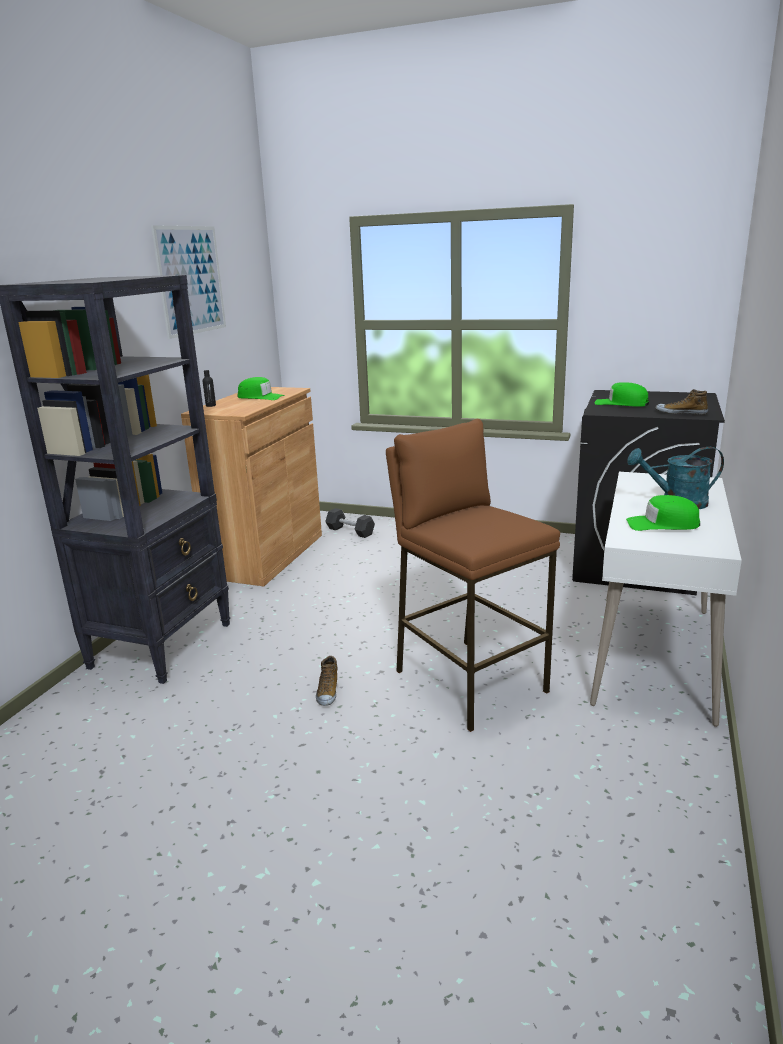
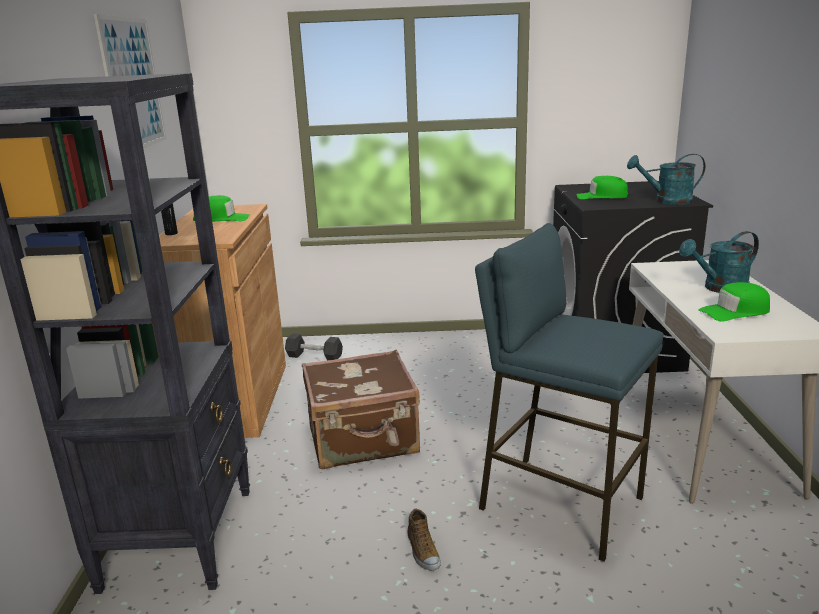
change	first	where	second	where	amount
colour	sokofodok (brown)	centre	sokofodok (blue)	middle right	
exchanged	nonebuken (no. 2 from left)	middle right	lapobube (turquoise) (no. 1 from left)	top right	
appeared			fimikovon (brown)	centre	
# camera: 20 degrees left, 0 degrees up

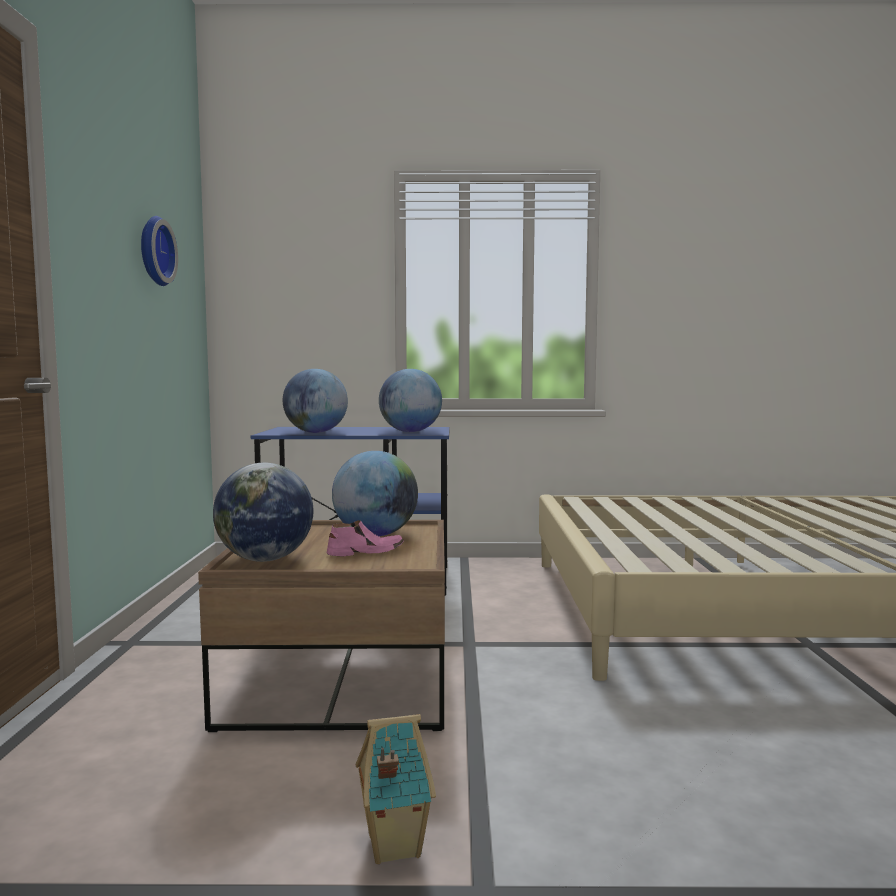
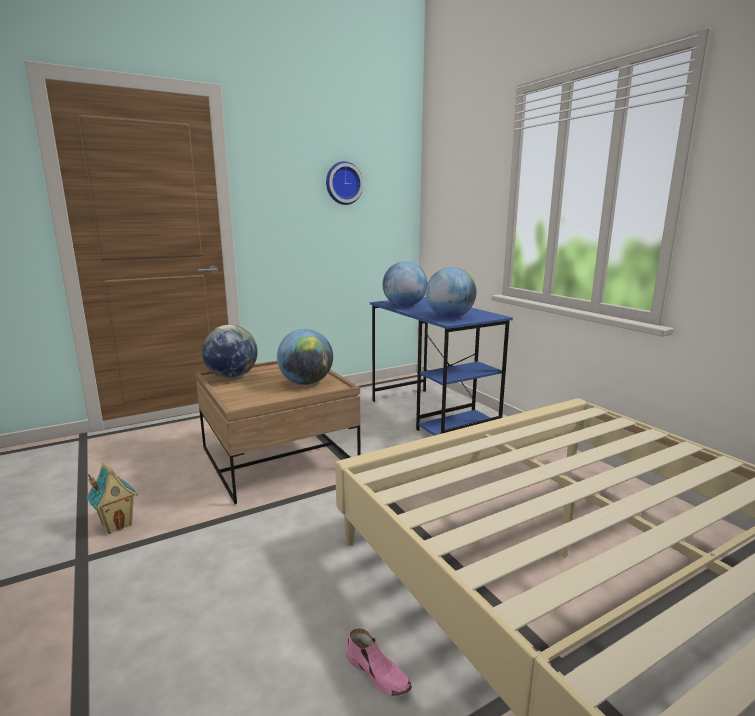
change	first	where	second	where	amount
relocated	nonebuken (pink)	centre		bottom centre	
# camera: 60 degrees right, 10 degrees up

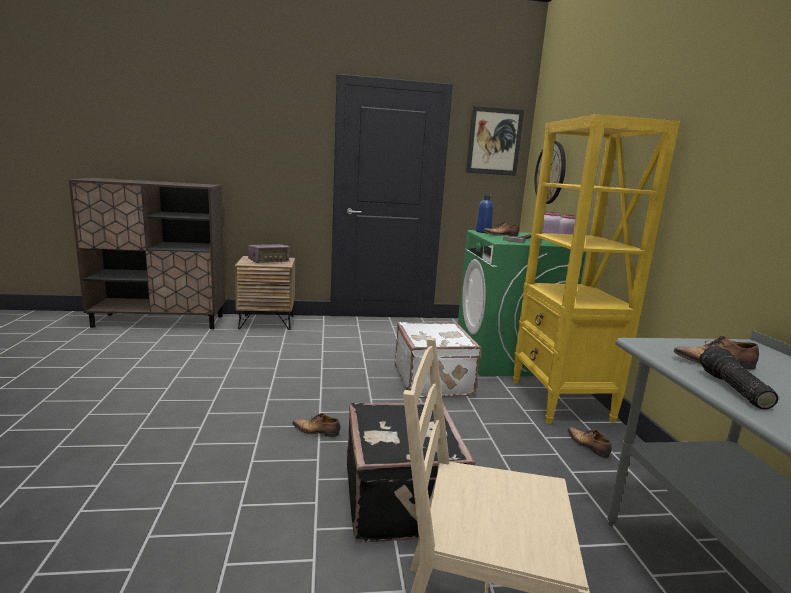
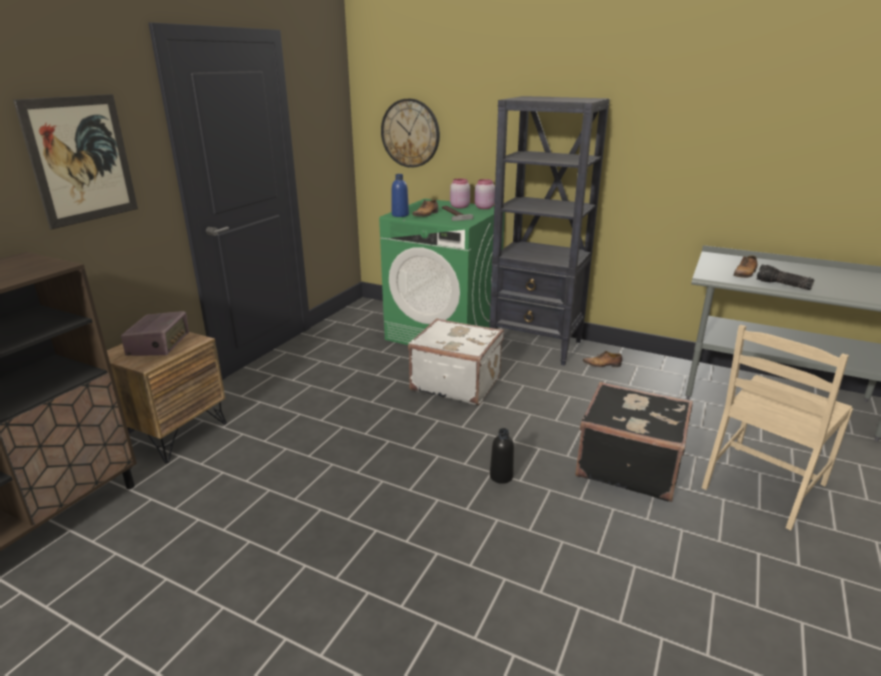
change	first	where	second	where	amount
exchanged	nonebuken (no. 1 from left)	bottom centre	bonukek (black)	bottom centre	
relocated	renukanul	top centre		top left	
colour	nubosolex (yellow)	middle right	nubosolex (black)	centre	
# camera: 55 degrees left, 10 degrees up

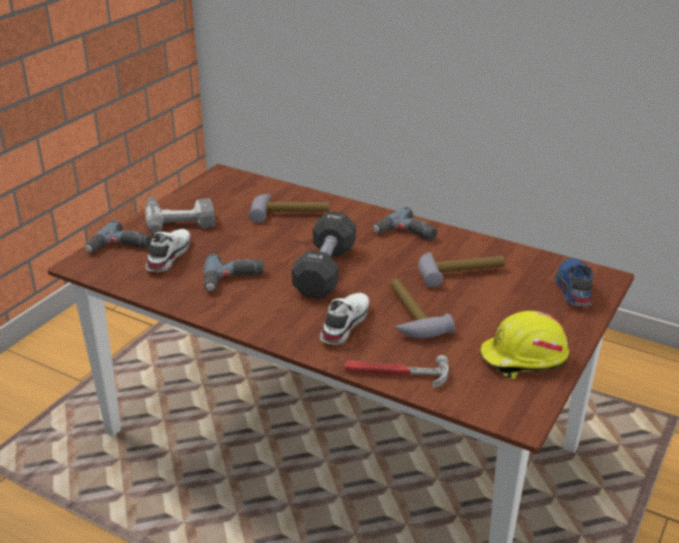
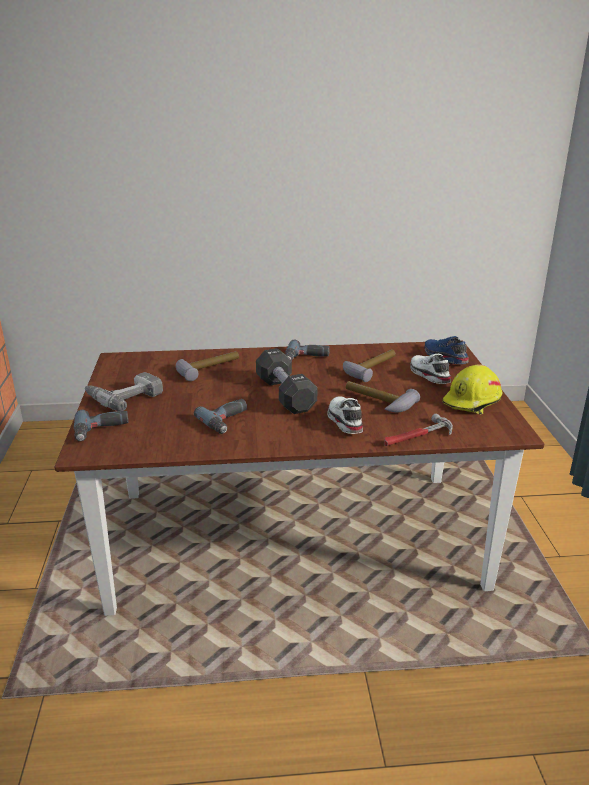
change	first	where	second	where	amount
relocated	nonebuken (white) (no. 1 from left in the first image)	middle left	nonebuken (white) (no. 2 from left)	middle right	
# camera: 35 degrees left, 5 degrees down

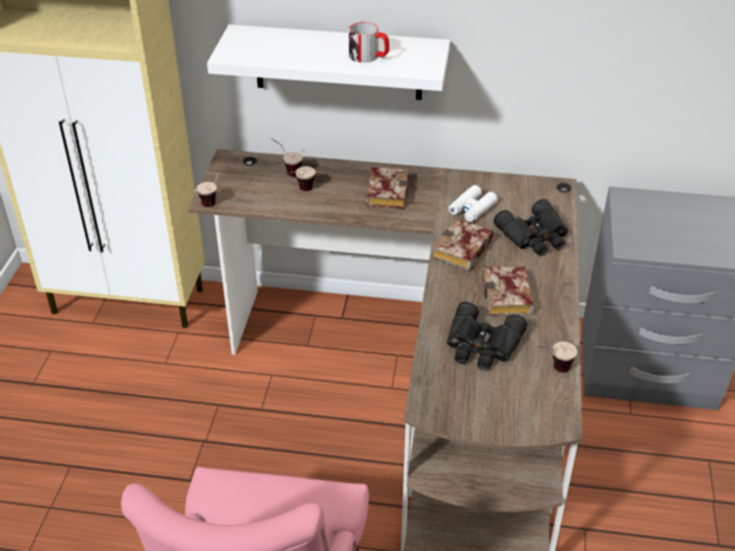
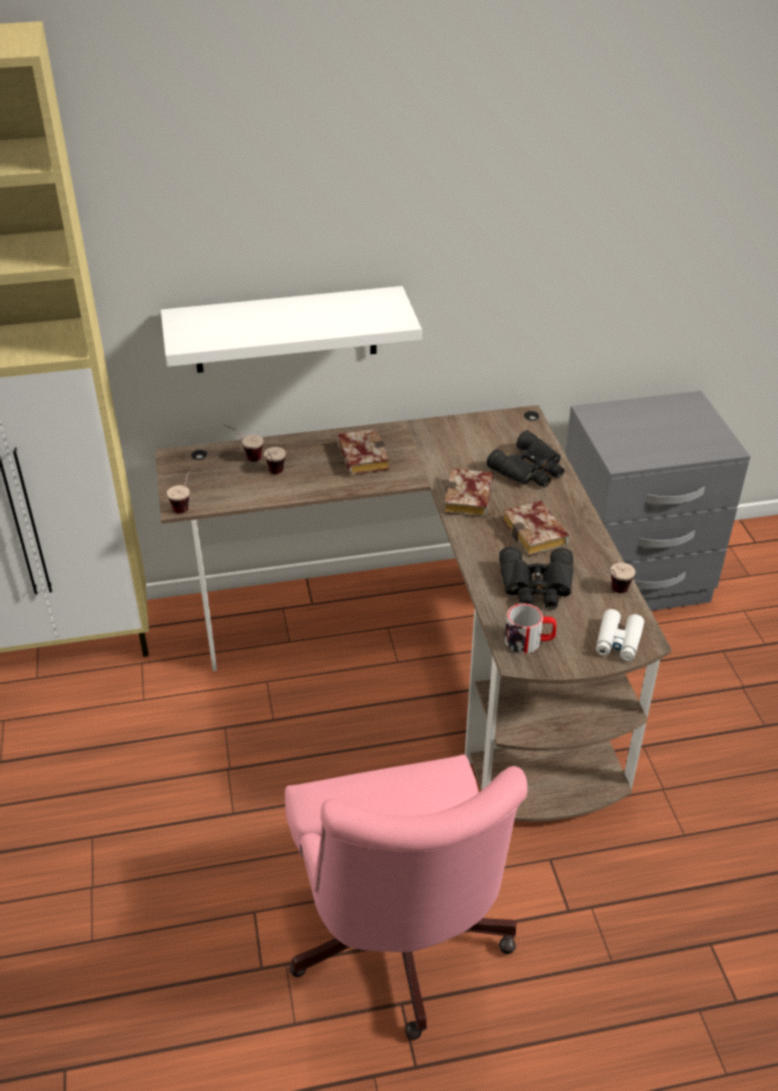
change	first	where	second	where	amount
relocated	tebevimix	top centre		middle right	
relocated	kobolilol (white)	centre		middle right	
# camera: 20 degrees left, 0 degrees up

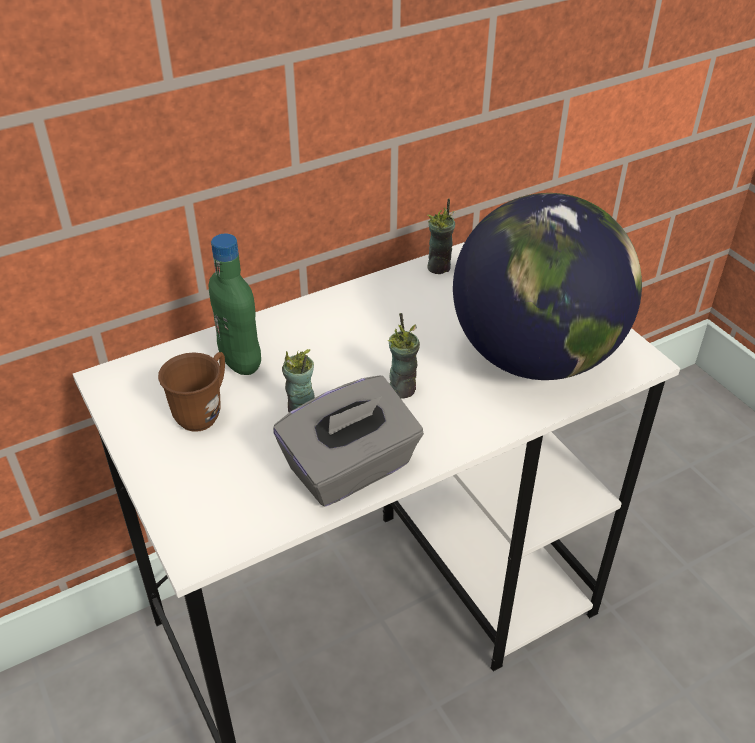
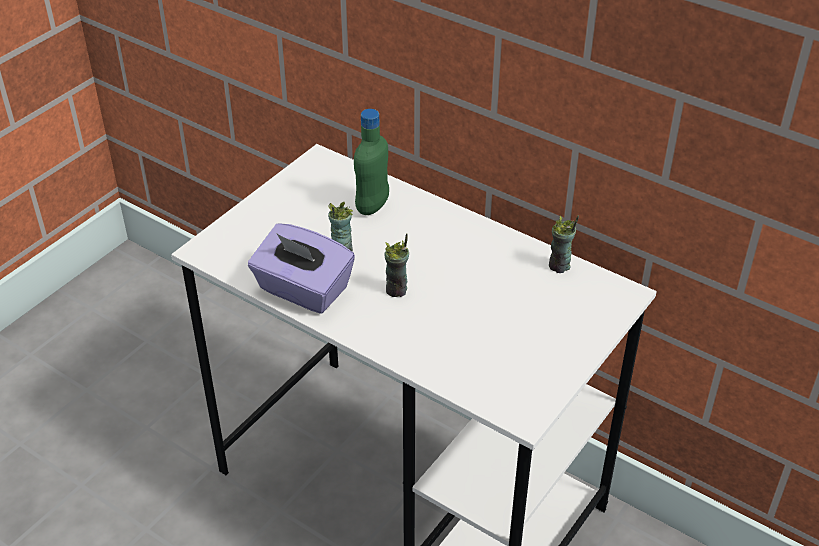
change	first	where	second	where	amount
missing	tebevimix (brown)	middle left			
colour	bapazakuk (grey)	centre	bapazakuk (purple)	centre	
missing	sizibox	middle right			
# camera: 65 degrees right, 0 degrees up

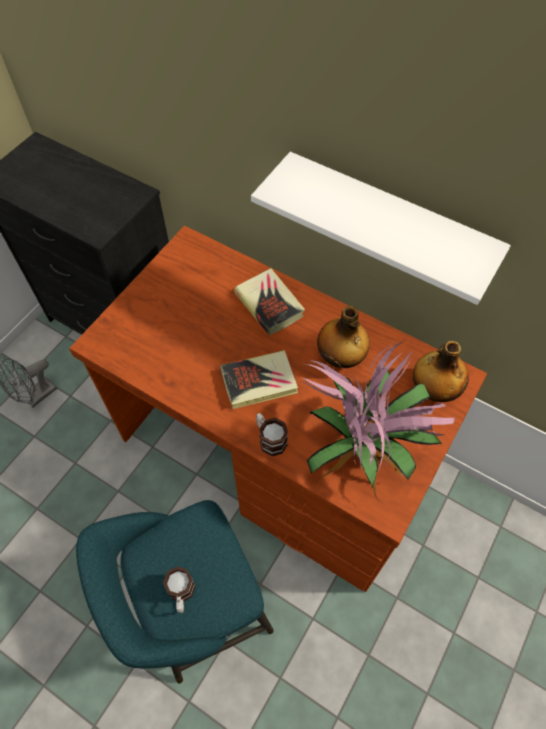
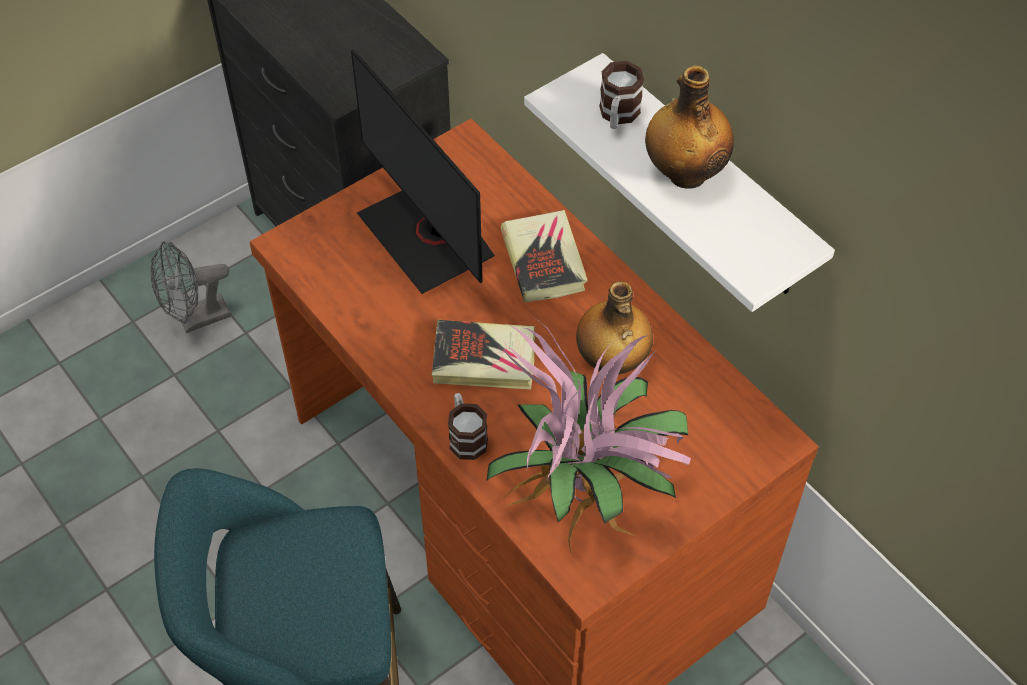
change	first	where	second	where	amount
relocated	tebevimix (no. 1 from left in the first image)	bottom left	tebevimix (no. 2 from left)	top centre	
relocated	bonukek (no. 2 from left)	middle right		top right	
appeared			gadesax	top centre	
# camera: 20 degrees right, 5 degrees down

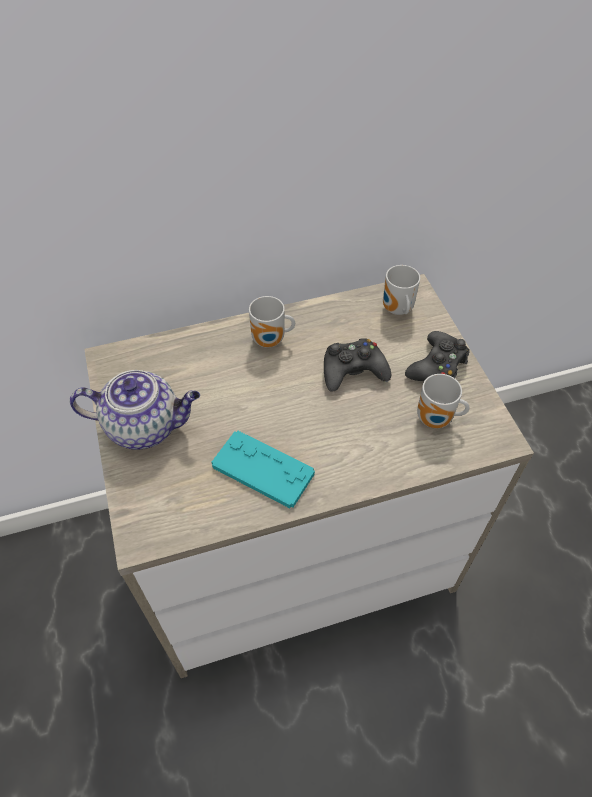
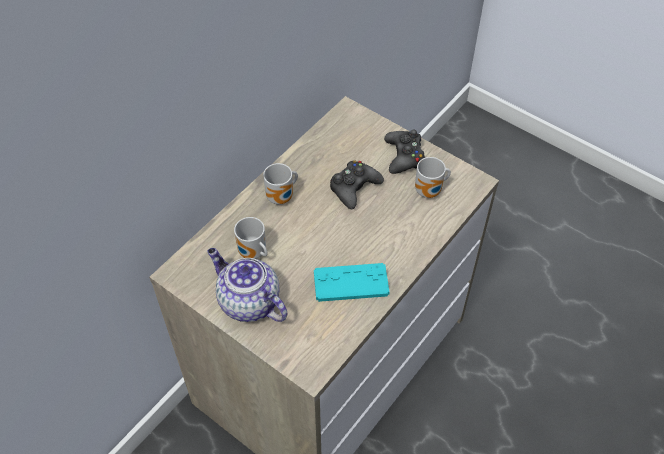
change	first	where	second	where	amount
spun	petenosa	middle left		centre	105 degrees counterclockwise
relocated	tebevimix (no. 2 from left in the first image)	middle right	tebevimix (no. 1 from left)	centre	
# camera: 35 degrees left, 0 degrees up

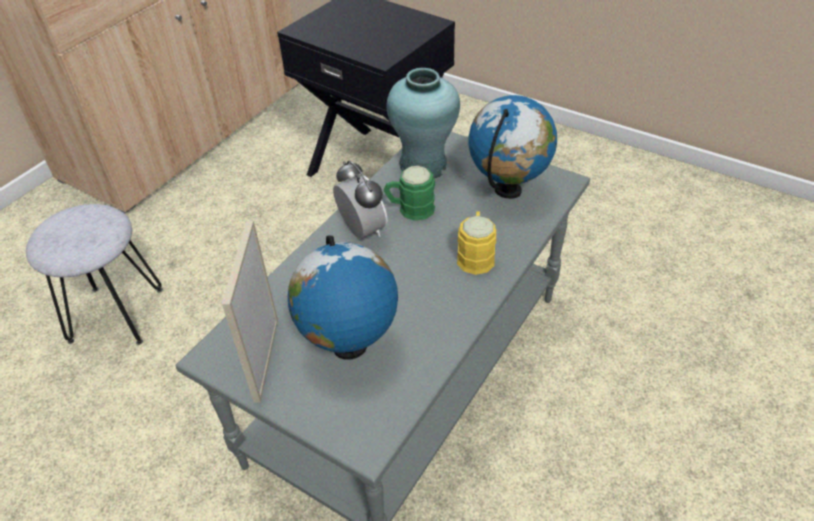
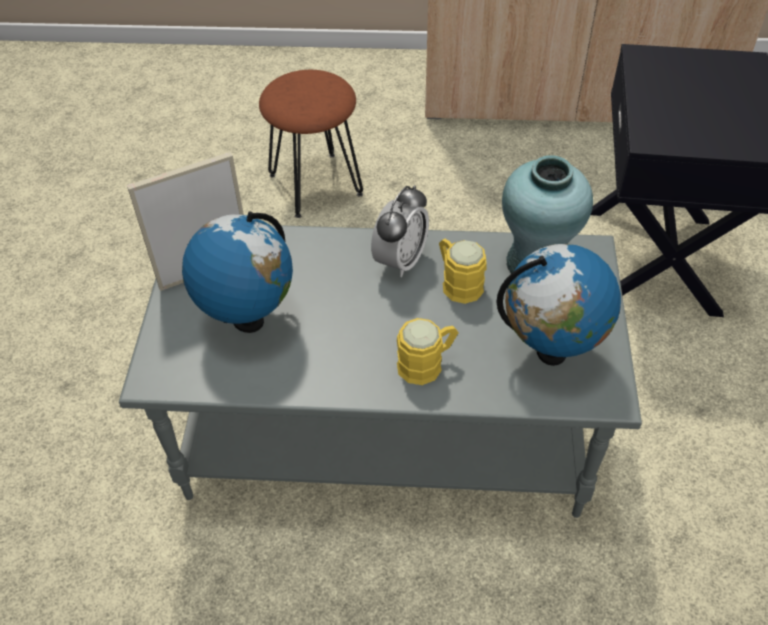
change	first	where	second	where	amount
colour	sokofodok (grey)	middle left	sokofodok (brown)	top centre	
colour	tebevimix (green)	centre	tebevimix (yellow) (no. 2 from left)	centre	
# camera: 60 degrees right, 5 degrees up

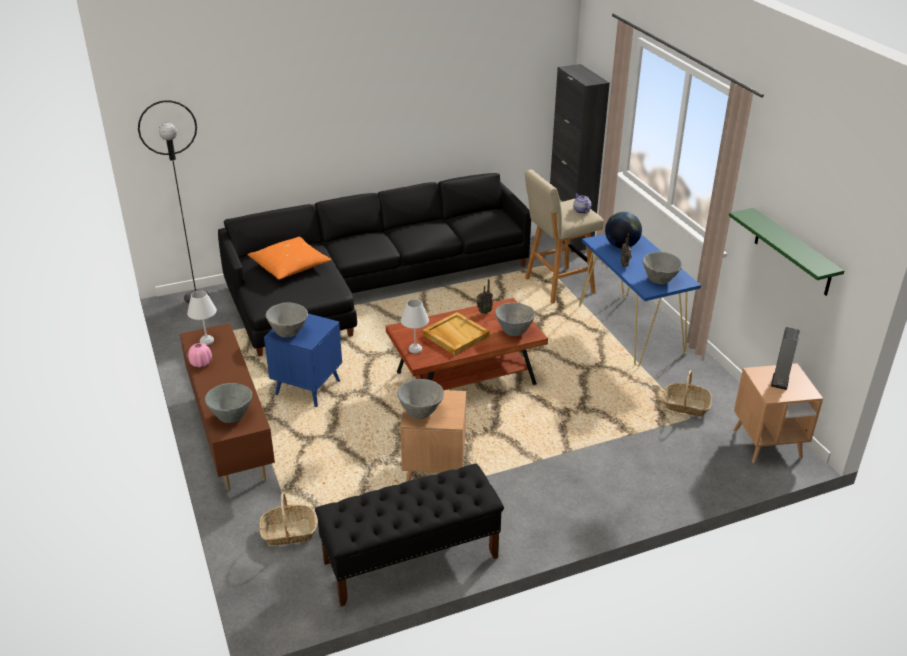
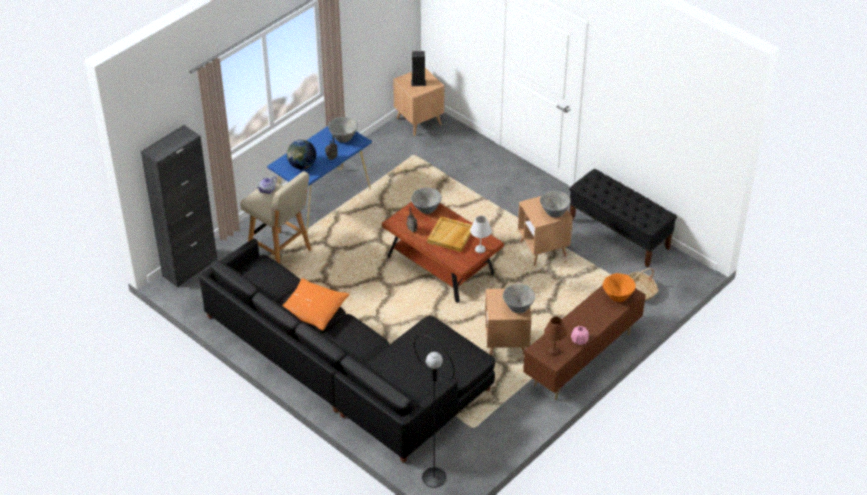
change	first	where	second	where	amount
colour	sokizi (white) (no. 1 from left)	middle left	sokizi (brown)	bottom centre	
colour	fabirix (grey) (no. 1 from left)	middle left	fabirix (orange)	middle right	
relocated	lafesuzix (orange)	middle left		centre	
colour	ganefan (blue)	centre	ganefan (brown) (no. 2 from left)	centre	
missing	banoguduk (no. 2 from left)	middle right			
missing	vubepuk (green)	middle right			
# camera: 115 degrees left, 10 degrees up

